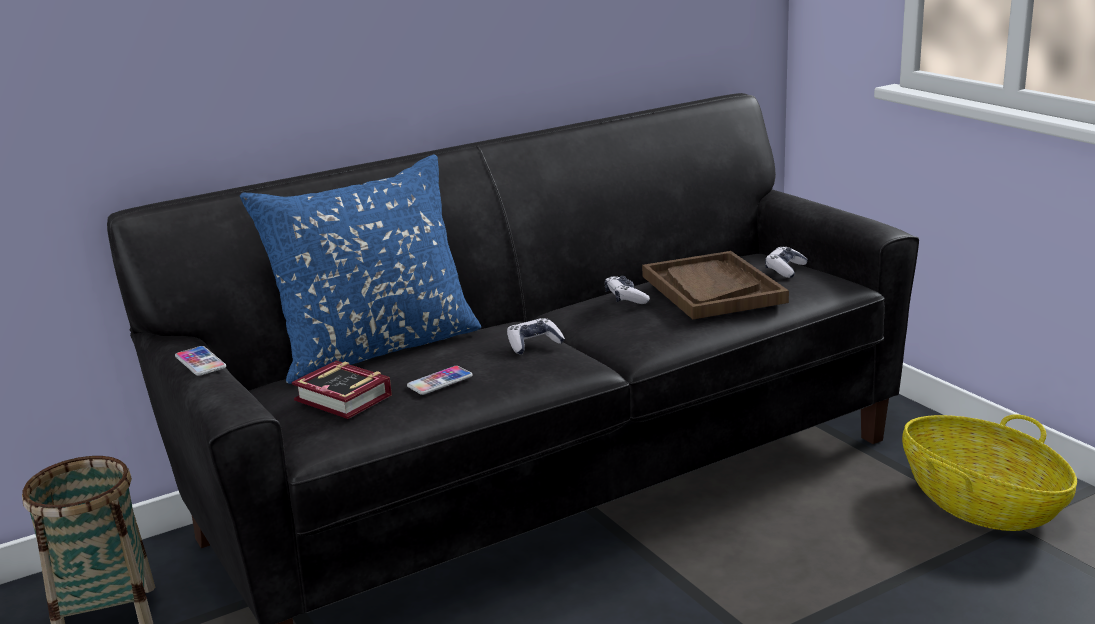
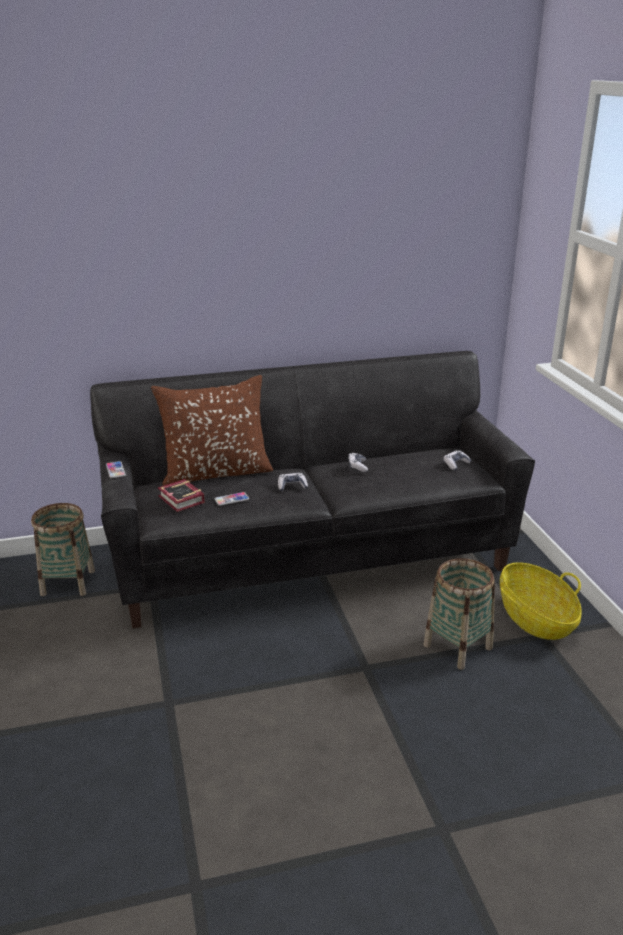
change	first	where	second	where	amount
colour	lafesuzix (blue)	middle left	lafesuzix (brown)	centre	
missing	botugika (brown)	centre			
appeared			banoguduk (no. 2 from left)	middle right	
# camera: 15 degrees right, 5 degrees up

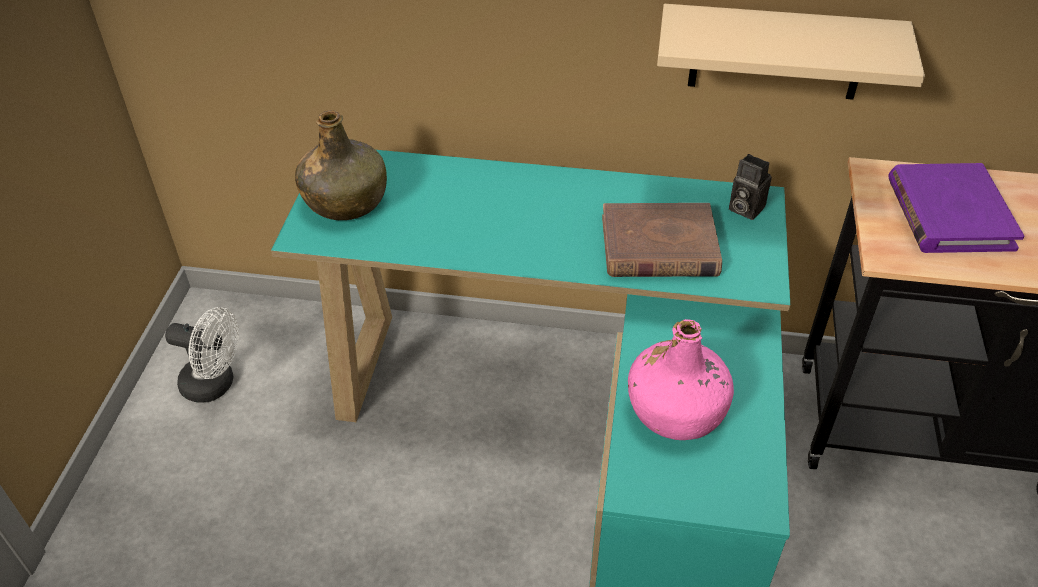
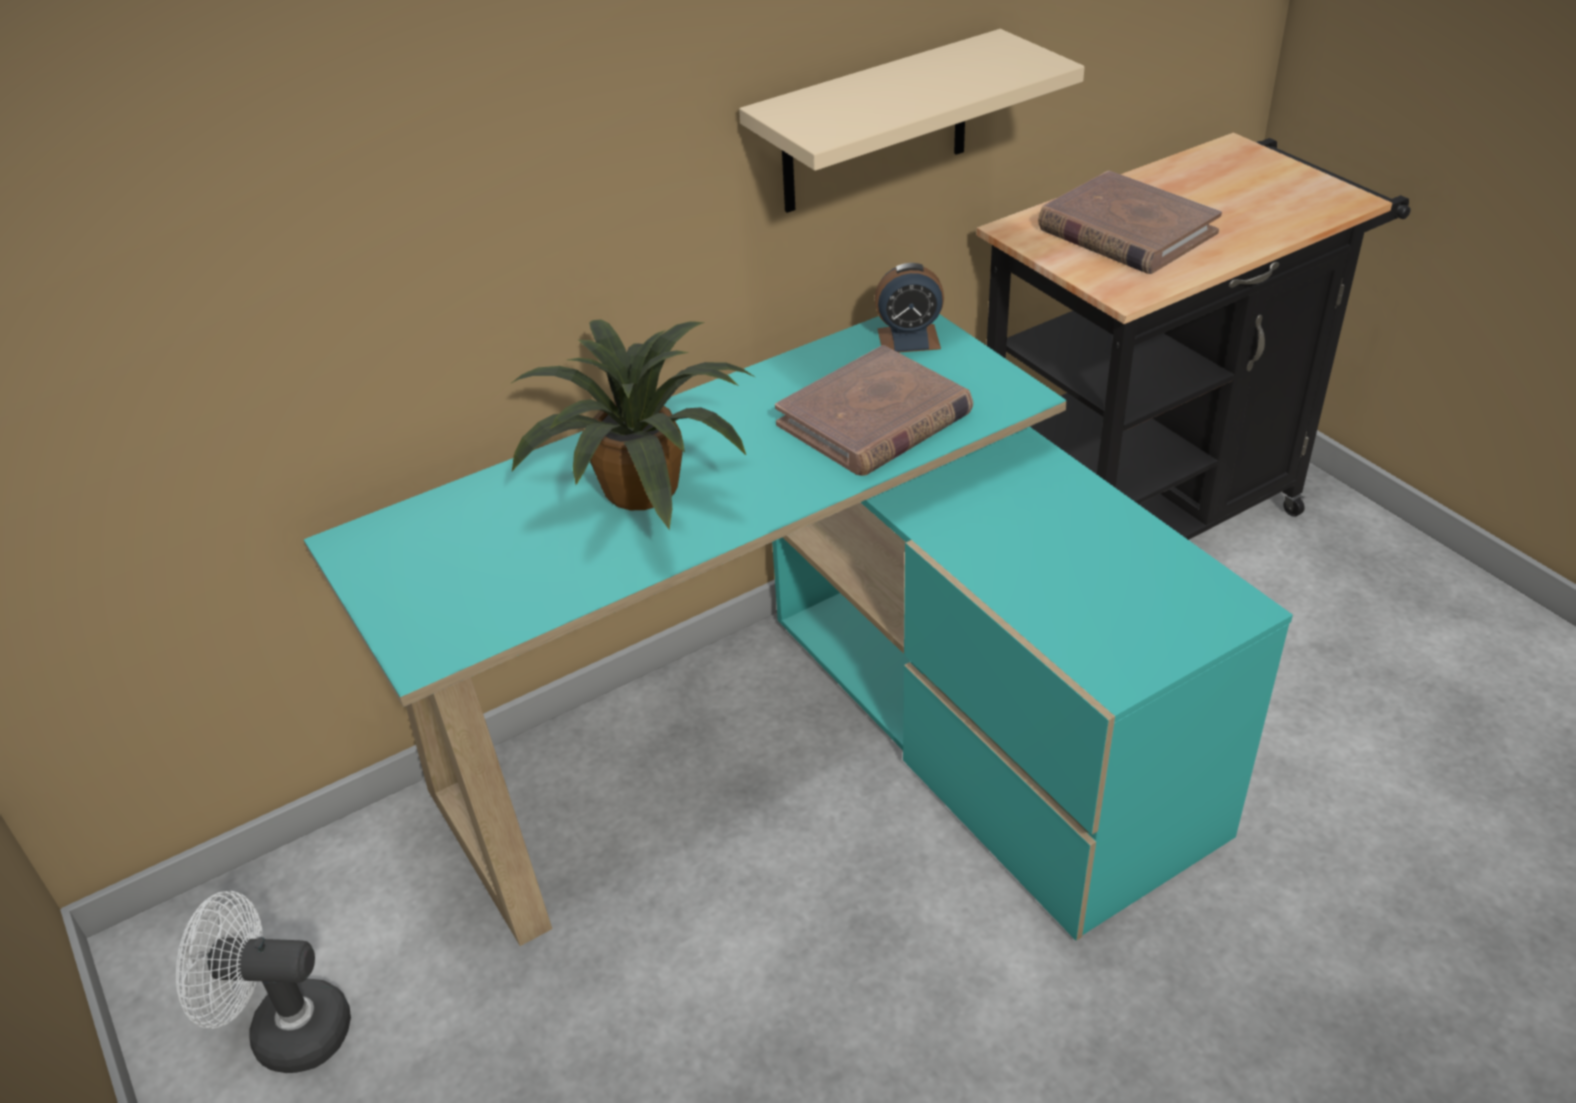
change	first	where	second	where	amount
spun	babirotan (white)	middle left		bottom left	150 degrees counterclockwise
missing	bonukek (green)	top left			
missing	bonukek (pink)	centre			
exchanged	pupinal	top right	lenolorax	top centre	
colour	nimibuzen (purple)	middle right	nimibuzen (brown) (no. 2 from left)	top right	
appeared			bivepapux	centre	
# camera: 40 degrees left, 5 degrees down

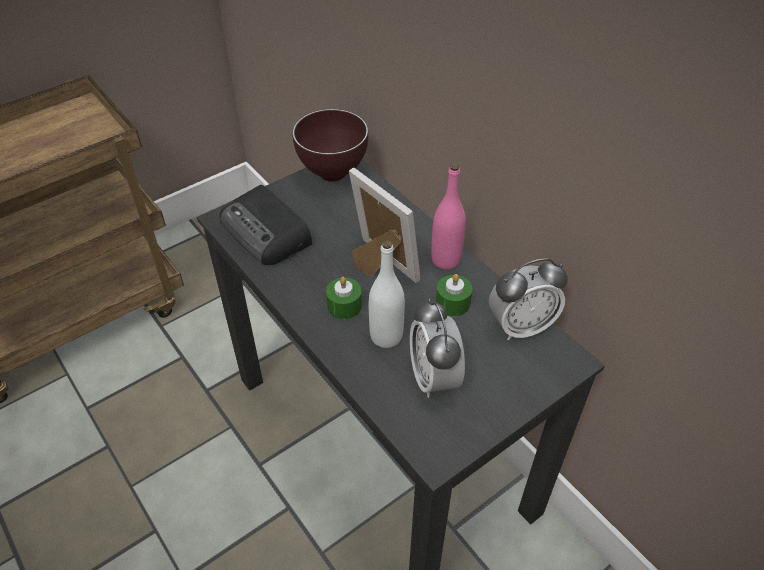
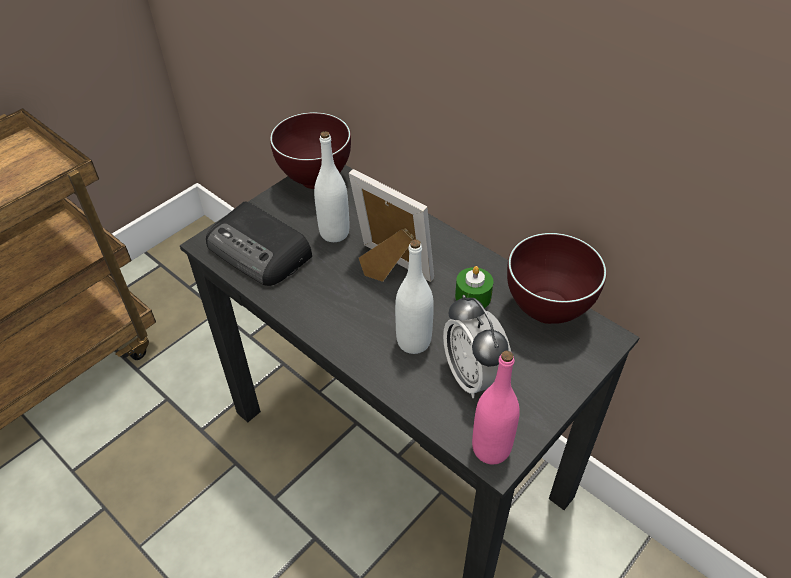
change	first	where	second	where	amount
missing	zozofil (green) (no. 1 from left)	centre			
relocated	bonukek (pink)	centre		bottom centre	
exchanged	lenolorax (no. 2 from left)	middle right	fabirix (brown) (no. 2 from left)	middle right	
appeared			bonukek (white) (no. 1 from left)	top centre	
# camera: 10 degrees left, 0 degrees up

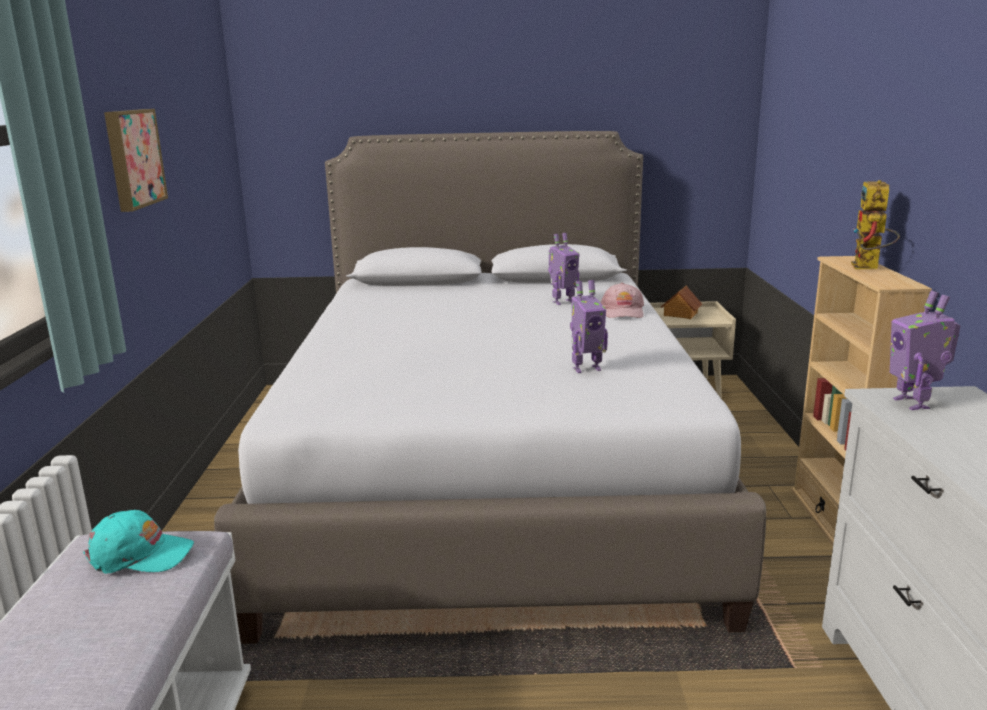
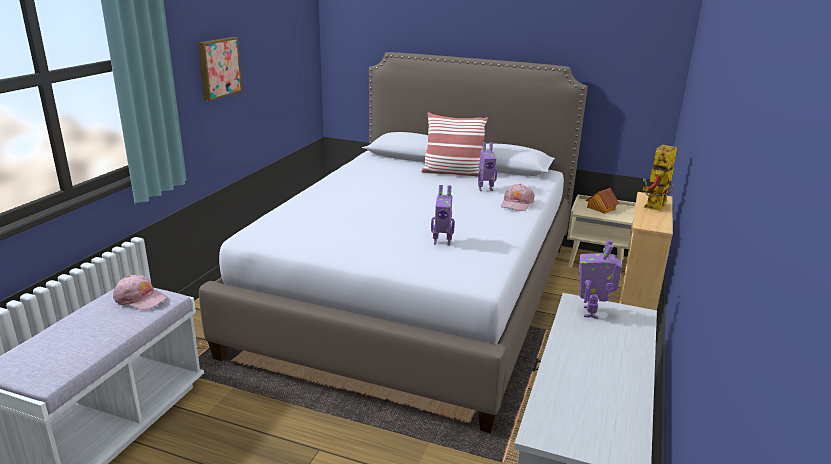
change	first	where	second	where	amount
colour	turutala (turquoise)	bottom left	turutala (pink) (no. 1 from left)	middle left	
appeared			lafesuzix	top centre	
# camera: 20 degrees right, 5 degrees up

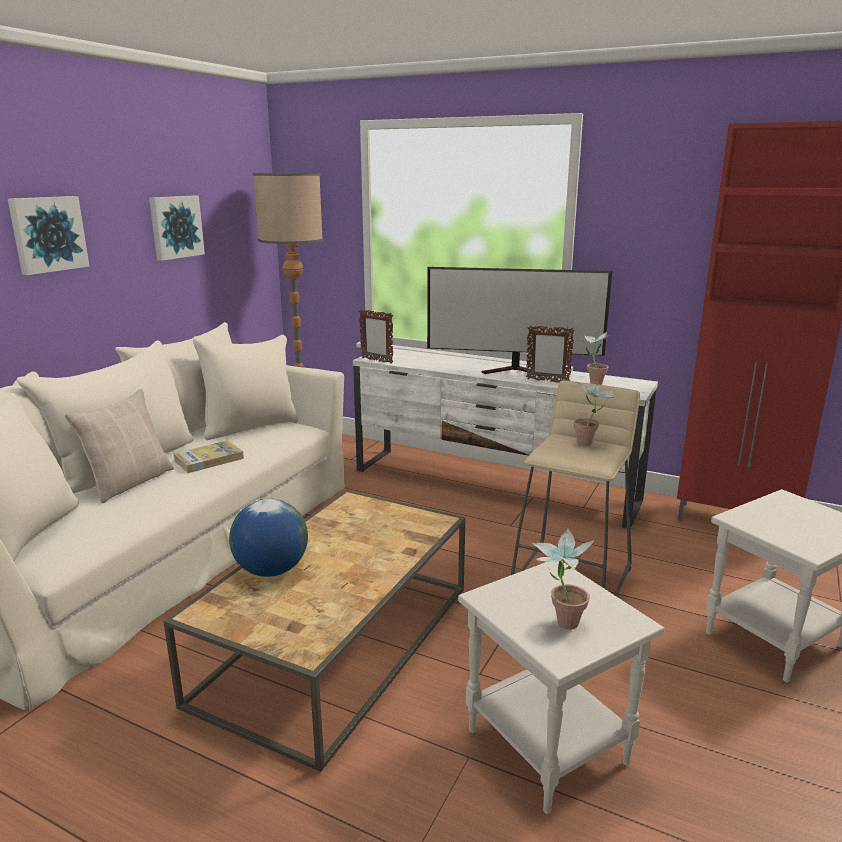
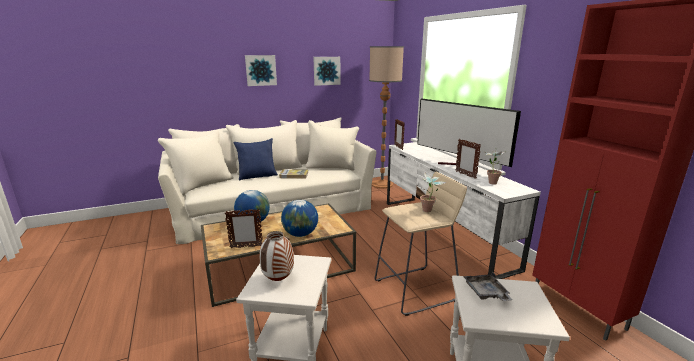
change	first	where	second	where	amount
colour	lafesuzix (beige)	middle left	lafesuzix (blue)	centre	
exchanged	bivepapux (no. 1 from left)	bottom right	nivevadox	bottom centre	
appeared			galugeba (no. 1 from left)	centre	
appeared			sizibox (no. 2 from left)	centre	
appeared			botugika (grey)	bottom right	
# camera: 40 degrees right, 0 degrees up

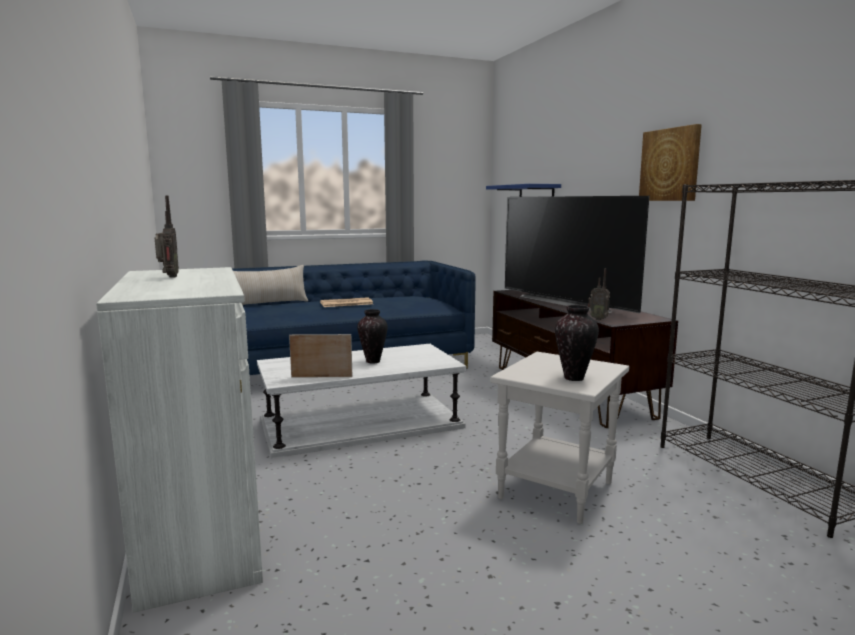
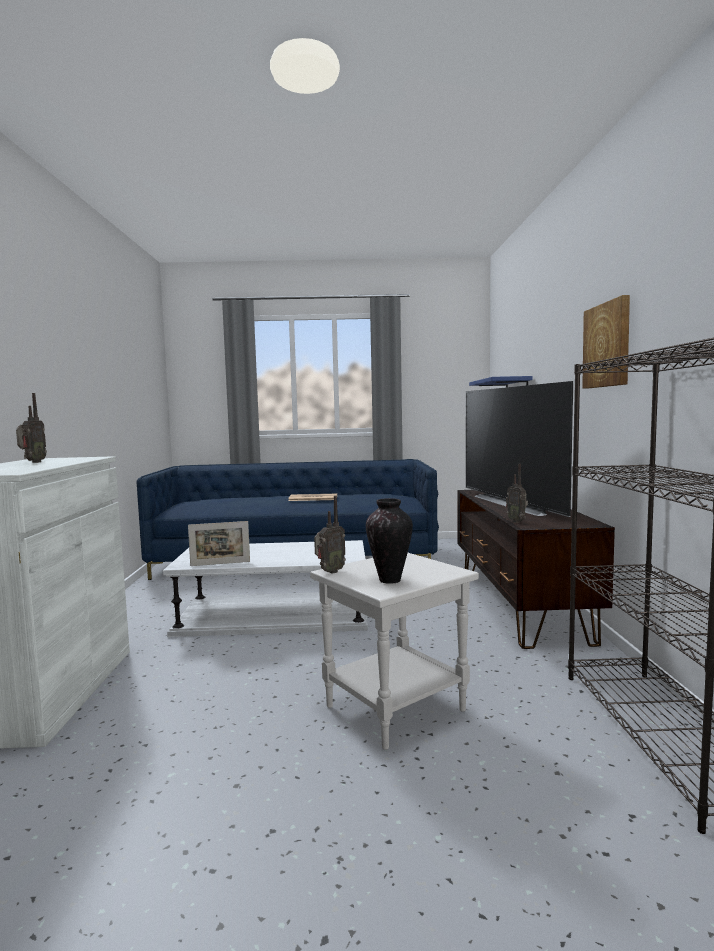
change	first	where	second	where	amount
missing	lafesuzix (beige)	middle left			
spun	galugeba	centre		middle left	150 degrees clockwise
missing	nivevadox (no. 1 from left)	centre			
appeared			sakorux (no. 2 from left)	centre	
# camera: 20 degrees right, 5 degrees down

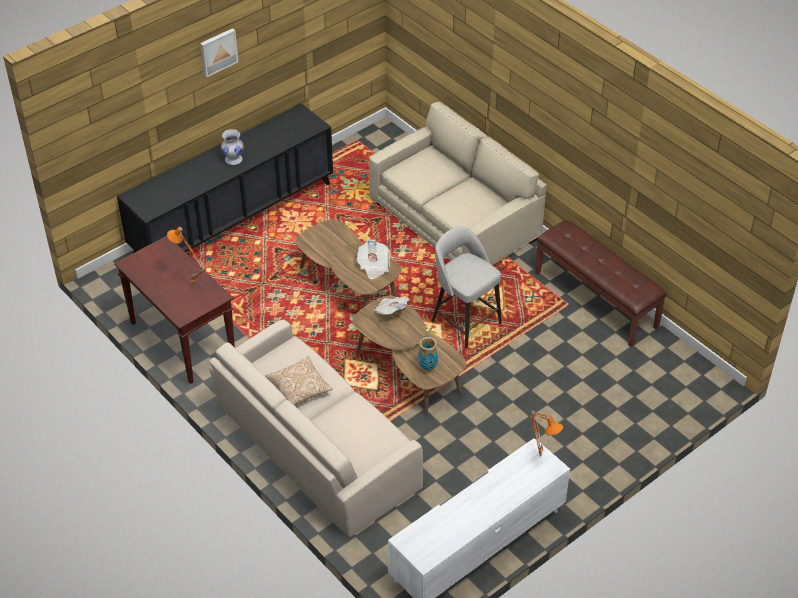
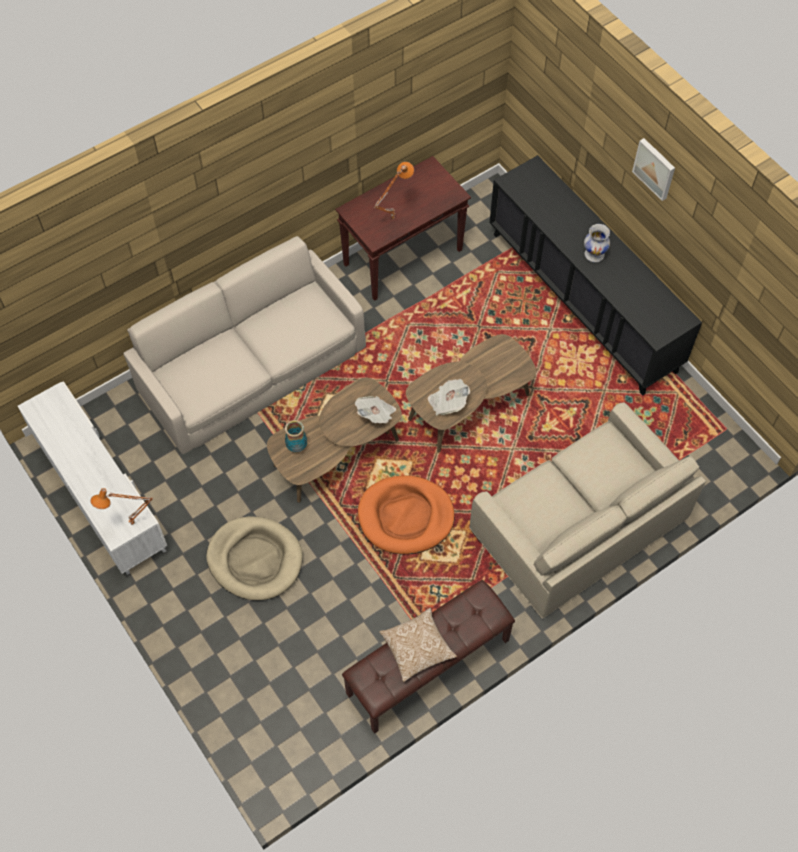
change	first	where	second	where	amount
relocated	lafesuzix	centre		bottom centre	
exchanged	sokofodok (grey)	centre	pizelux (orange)	centre	
appeared			pizelux (beige)	middle left	
# camera: 95 degrees right, 15 degrees up

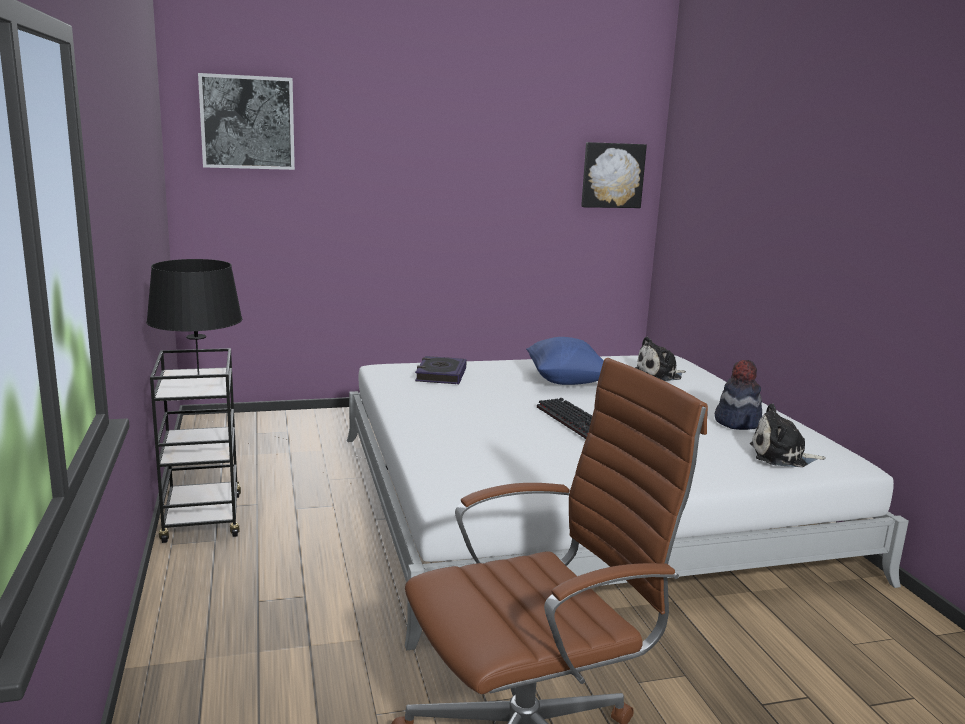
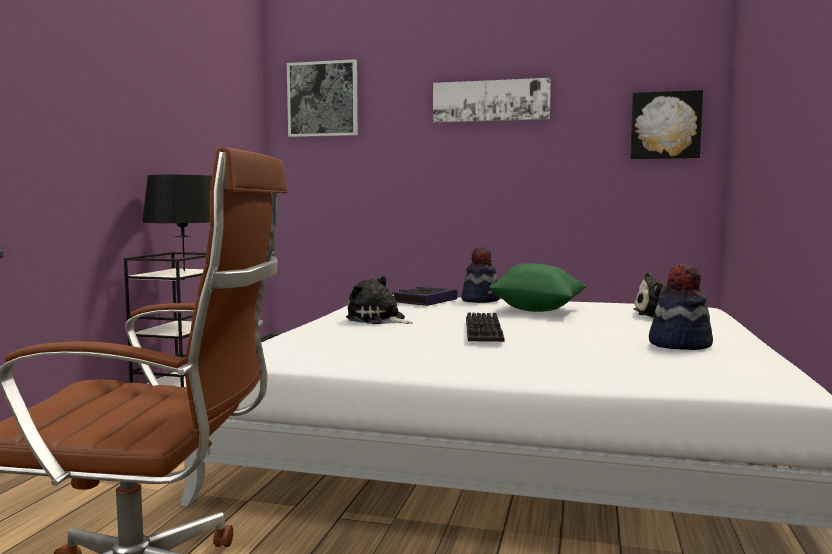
change	first	where	second	where	amount
colour	lafesuzix (blue)	centre	lafesuzix (green)	centre	
relocated	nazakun (no. 2 from left in the first image)	middle right	nazakun (no. 1 from left)	centre	
appeared			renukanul (no. 2 from left)	top centre	
appeared			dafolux (no. 1 from left)	centre	
# camera: 30 degrees right, 10 degrees down

